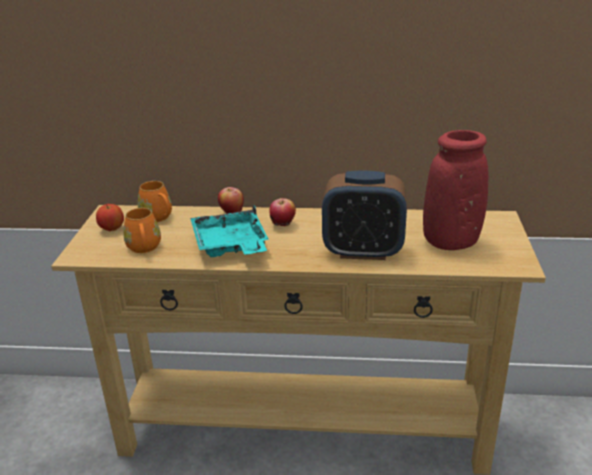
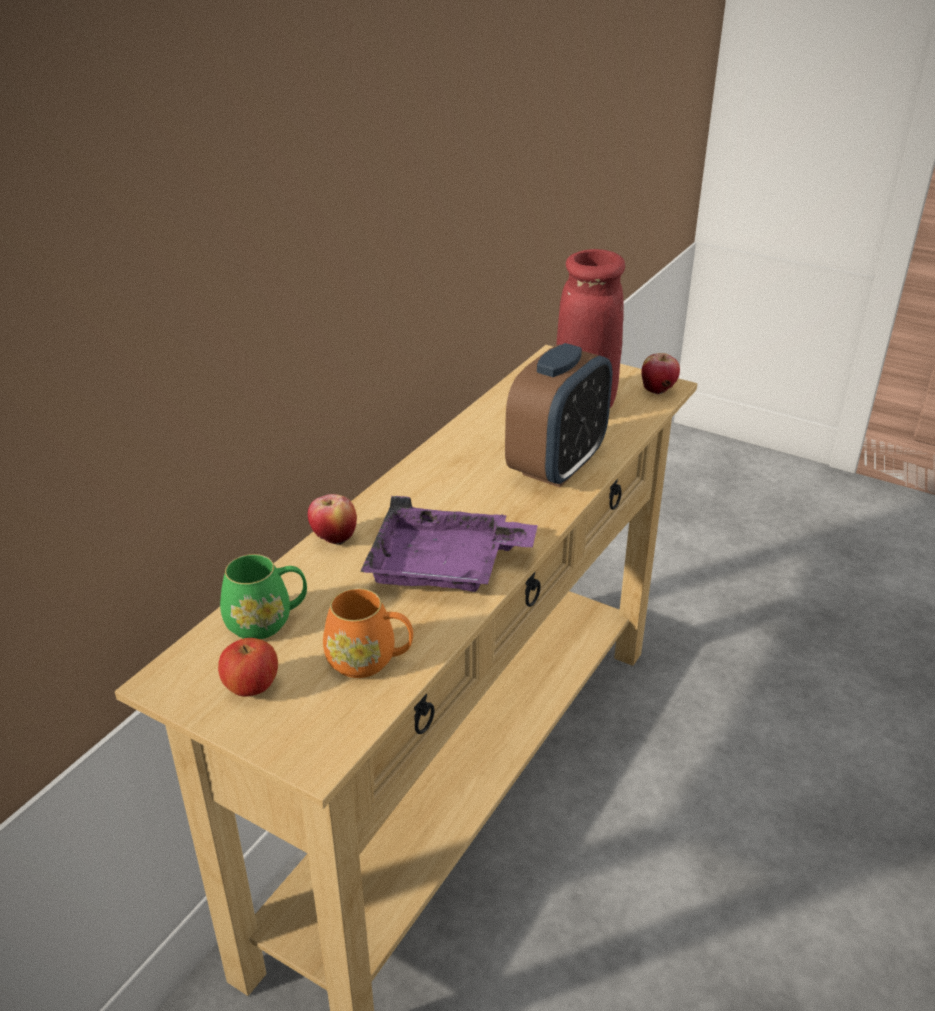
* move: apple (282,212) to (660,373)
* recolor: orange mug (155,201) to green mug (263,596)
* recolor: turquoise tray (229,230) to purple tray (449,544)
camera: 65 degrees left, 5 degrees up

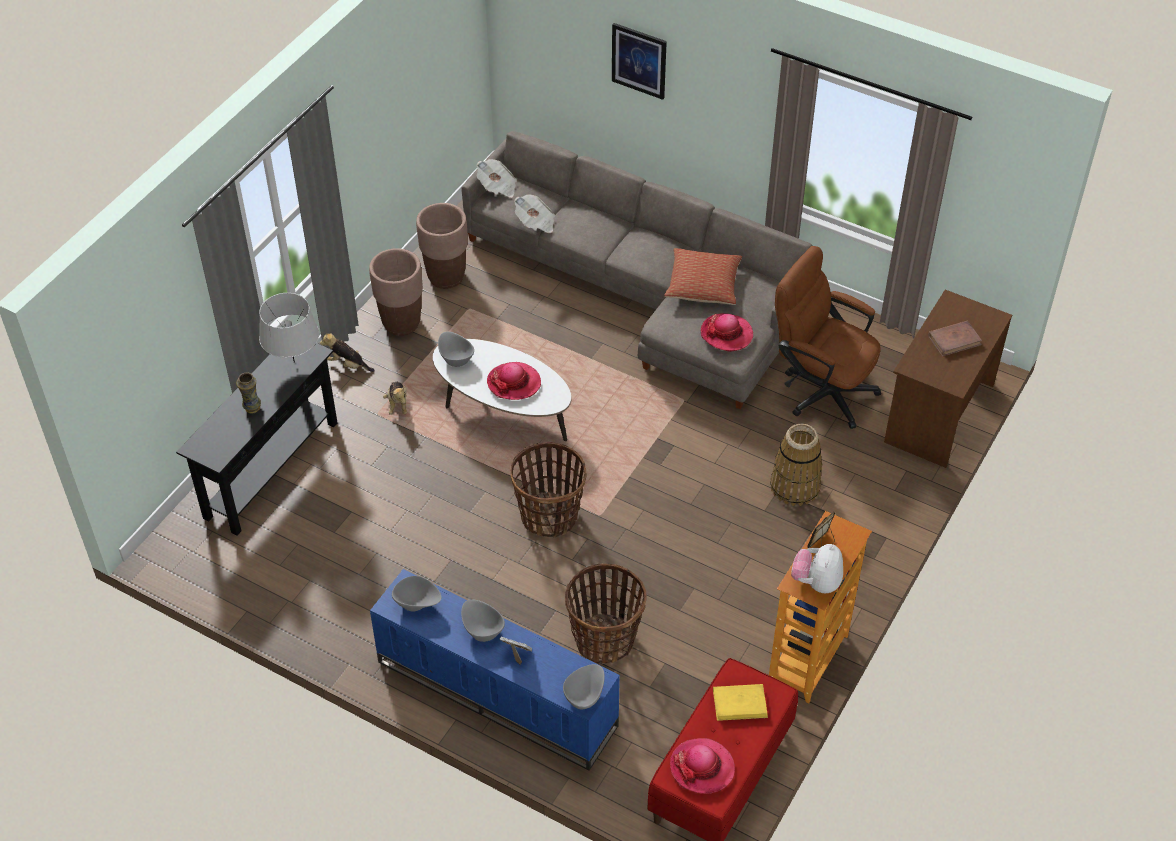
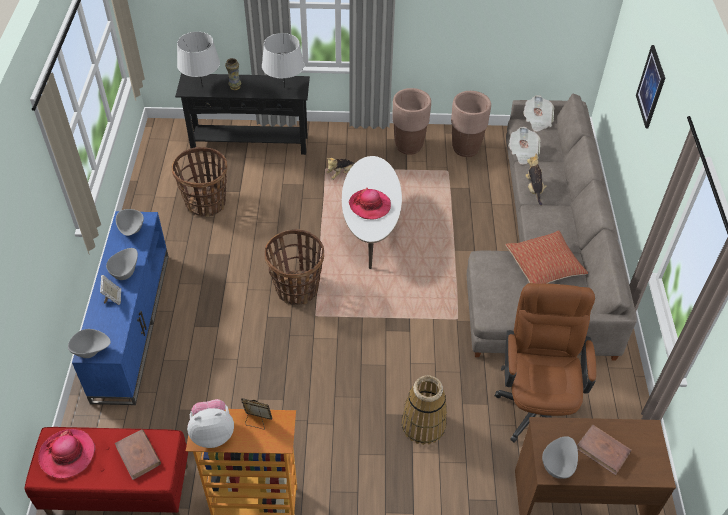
* delete: hat (727,332)
* insert: grey table lamp (198,59)
* move: plush toy (347,352) to (536,180)
* move: grey bowl (456,349) to (560,457)
* move: basket (606,613) to (199,182)
* recolor: yellow book (740,702) to brown book (138,454)
camera: 60 degrees right, 0 degrees up

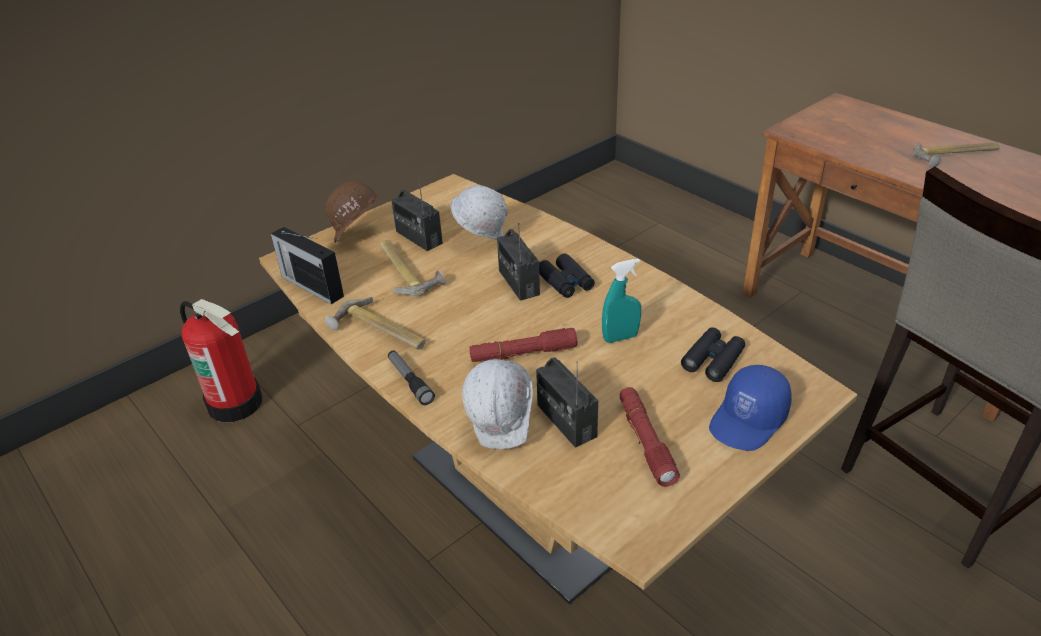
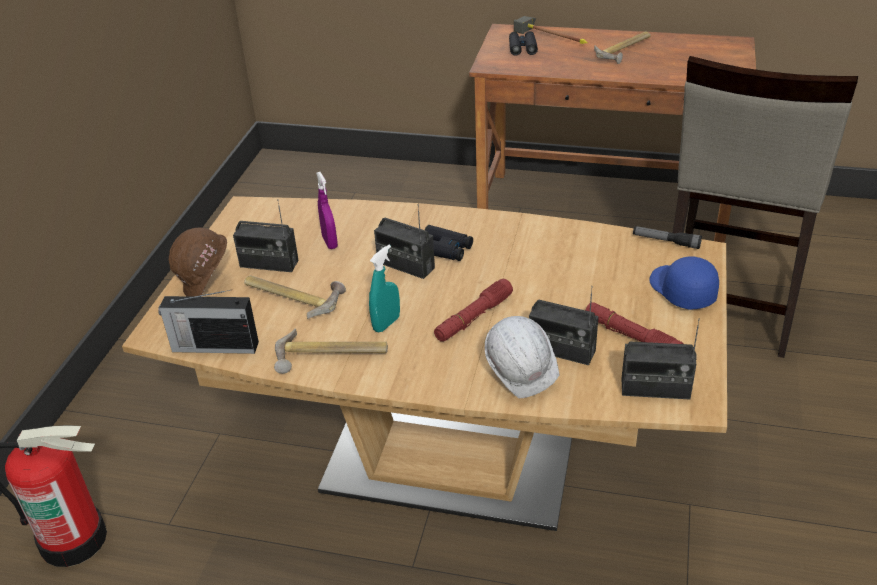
* insert: hammer (551,30)
* insert: radio (660,359)
* move: flashlight (411,378) to (667,237)
* move: turquoise spray bottle (621,301) to (384,289)
* move: black binoculars (713,354) to (523,43)
* replace: white hard hat (479,212) to purple spray bottle (327,210)
* rotate: blue cap (750,408) = (684,283) 150 degrees clockwise
camera: 35 degrees left, 0 degrees up

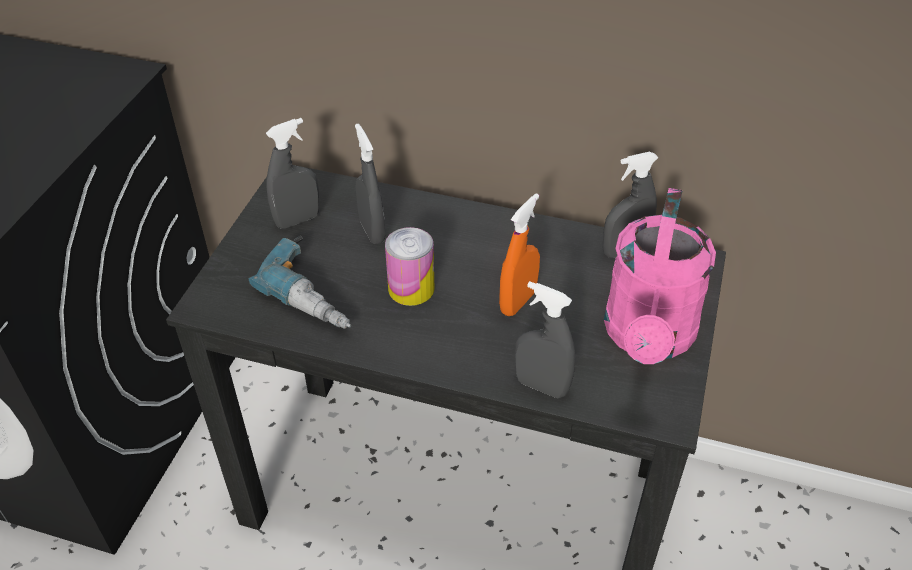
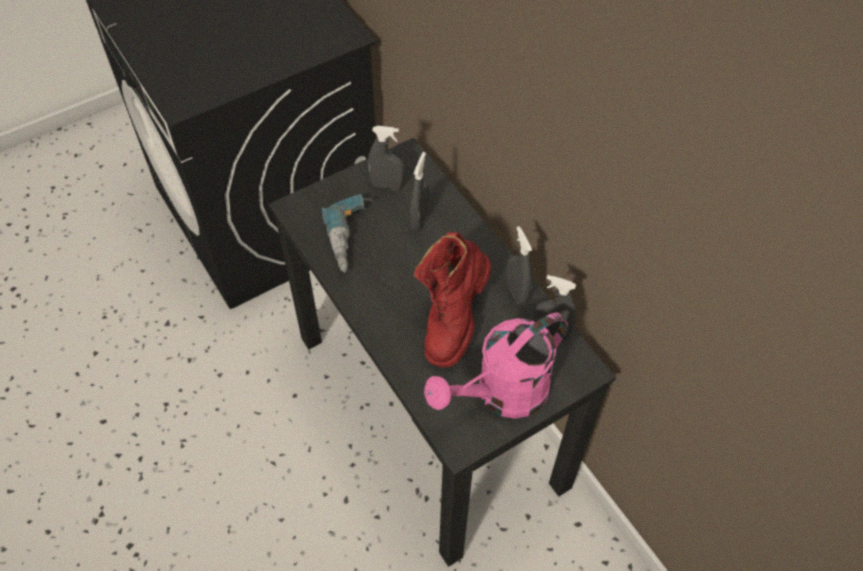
* delete: can (410,266)
* move: grey spray bottle (545,339) to (519,265)
* replace: orange spray bottle (519,254) to red boot (452,300)
camera: 40 degrees right, 10 degrees up

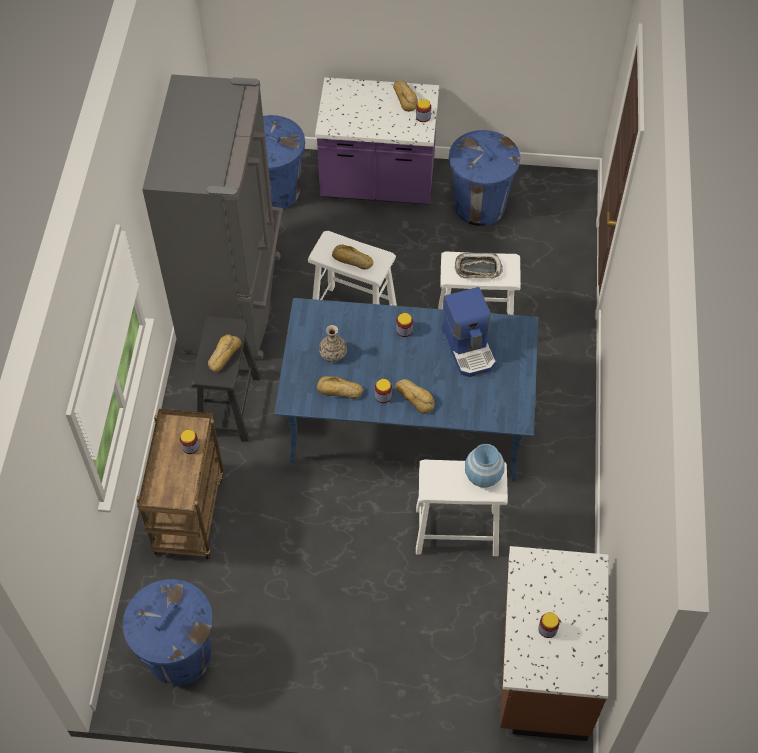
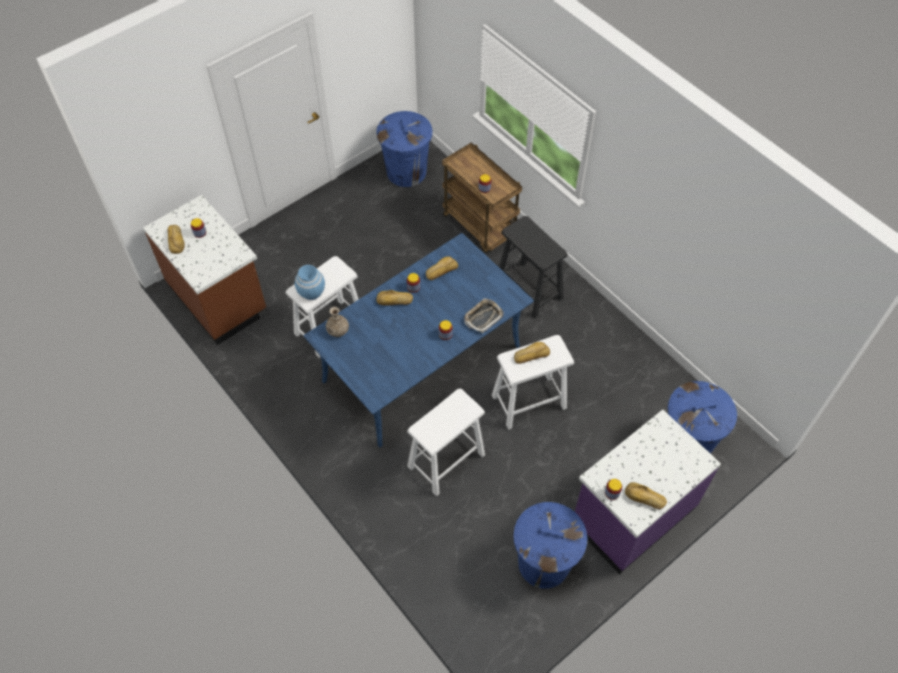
* delete: grey fridge (212,217)
* delete: coffee machine (469,332)
* move: bread (225,353) to (176,239)
* move: vase (333,343) to (337,322)
* move: tray (479,266) to (484,315)
camera: 135 degrees right, 0 degrees up

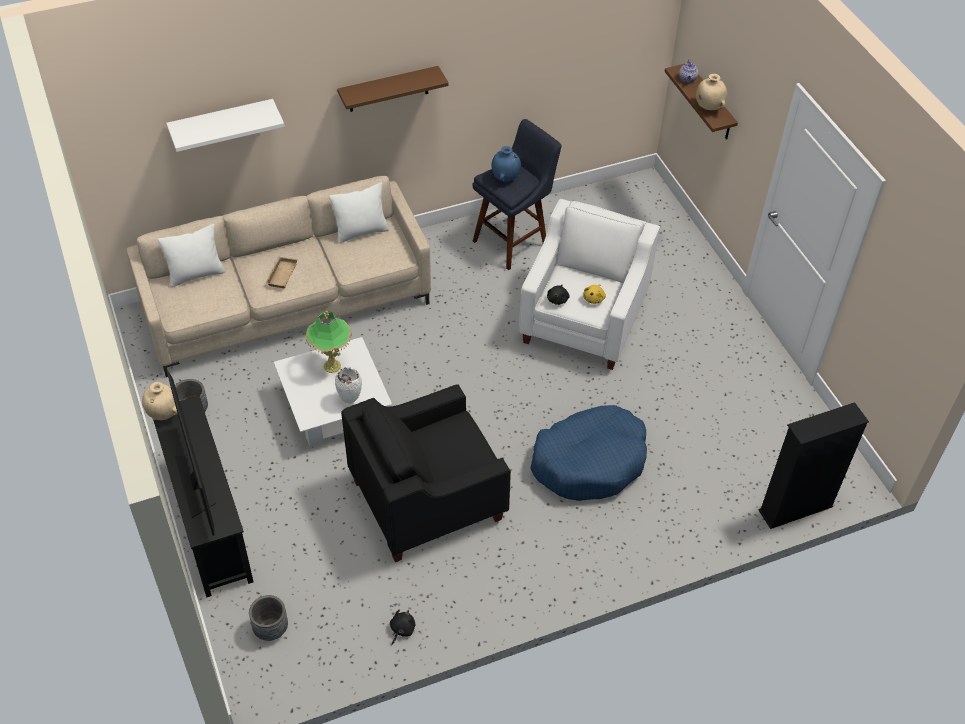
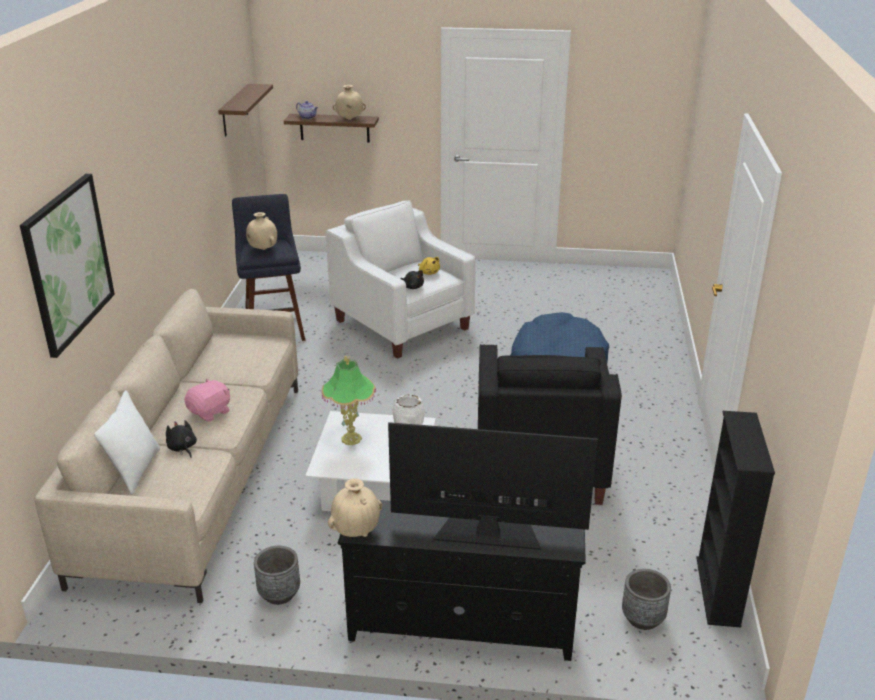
* delete: white pillow (359,213)
* move: brown shelf (393,89) to (245,110)
* move: black plush toy (403,627) to (181,439)
* move: black bookcase (813,465) to (735,519)
* replace: white shelf (225,125) to picture (67,266)
* replace: beige tray (282,272) to pink plush toy (207,400)
* recolor: blue vase (506,164) to beige vase (261,231)
camera: 60 degrees left, 20 degrees down

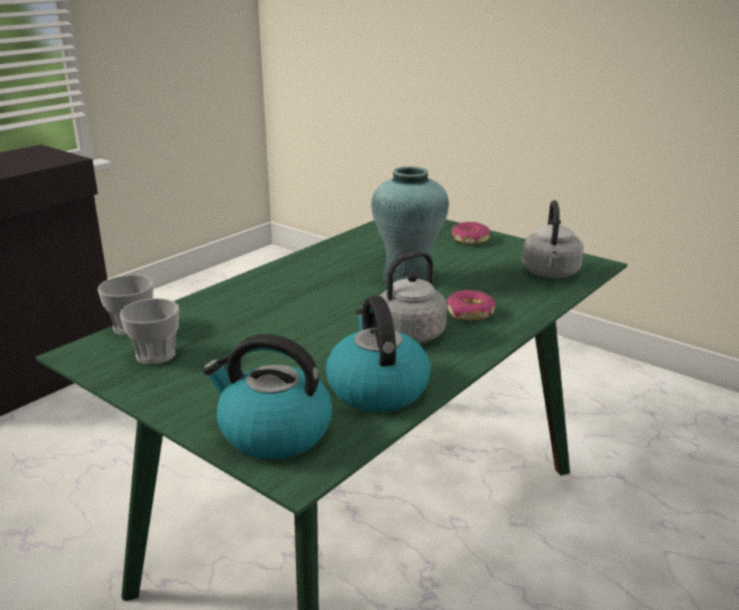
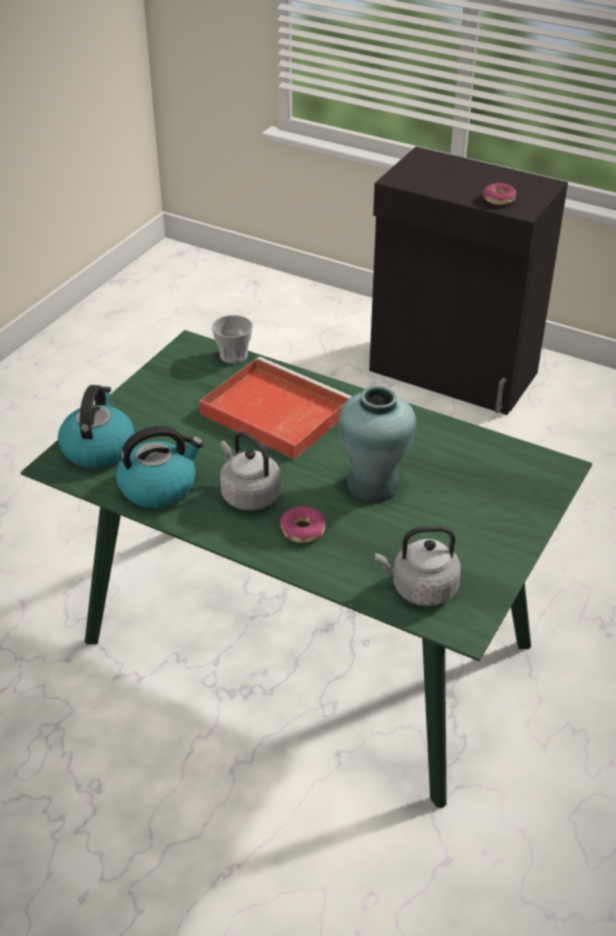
* delete: cup (149,331)
* insert: red tray (276,408)
* move: donut (471,233) to (499,194)
camera: 80 degrees right, 15 degrees up

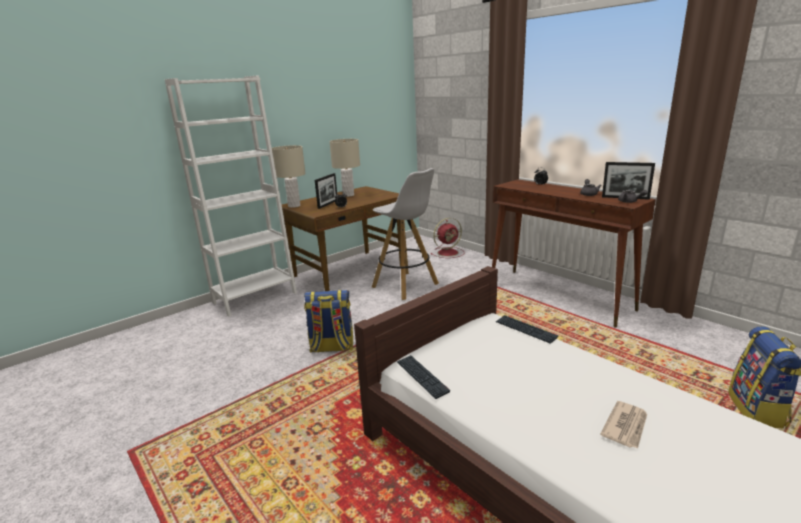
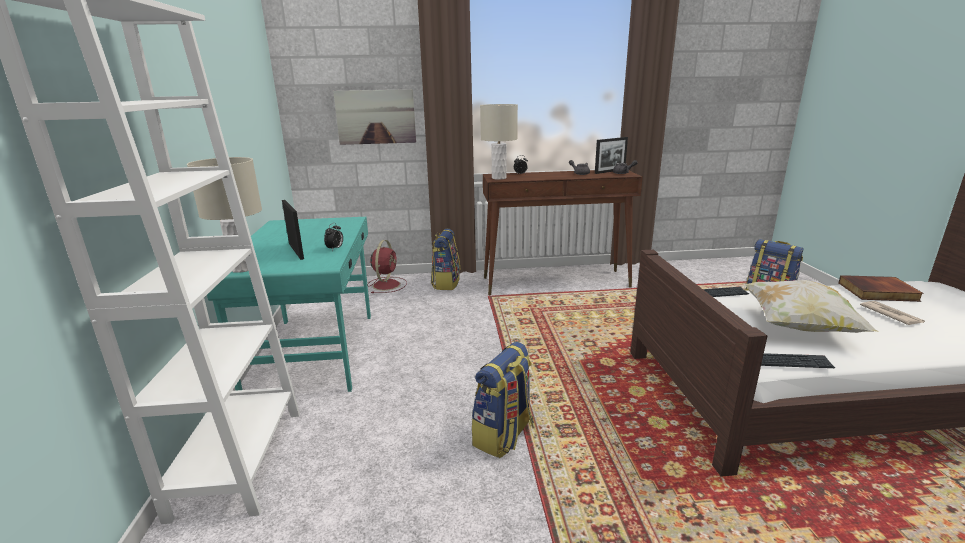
* delete: white stool (405,234)
* insert: picture (374,117)
* insert: backpack (445,259)
* insert: pillow (811,306)
* insert: book (881,288)
* move: beige table lamp (344,168) to (499,142)
* recolor: brown desk (341,238) to turquoise desk (289,304)
camera: 55 degrees left, 0 degrees up

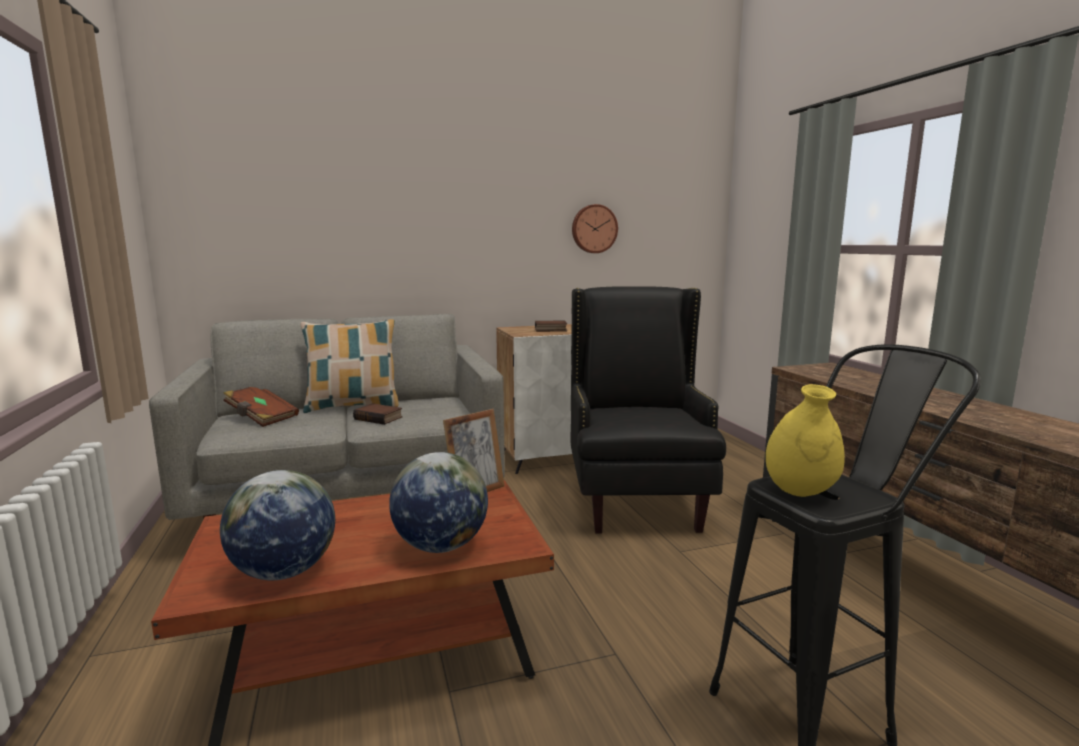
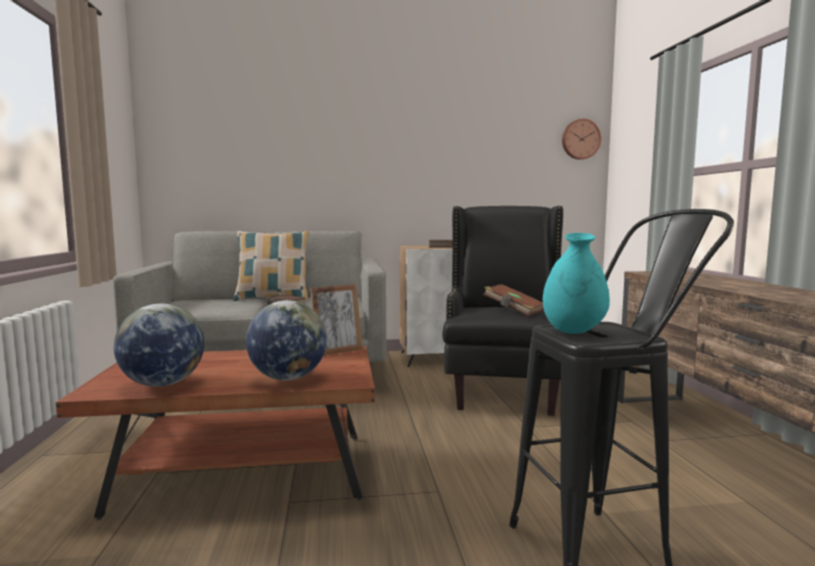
* move: brown book (261,407) to (513,300)
* move: wall clock (595,228) to (581,139)
* recolor: yellow vase (805,440) to turquoise vase (576,283)
camera: 10 degrees right, 5 degrees down

